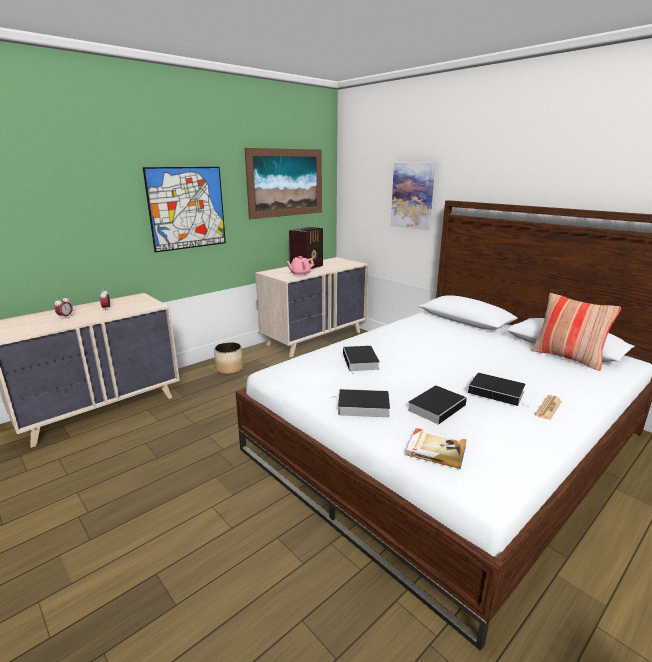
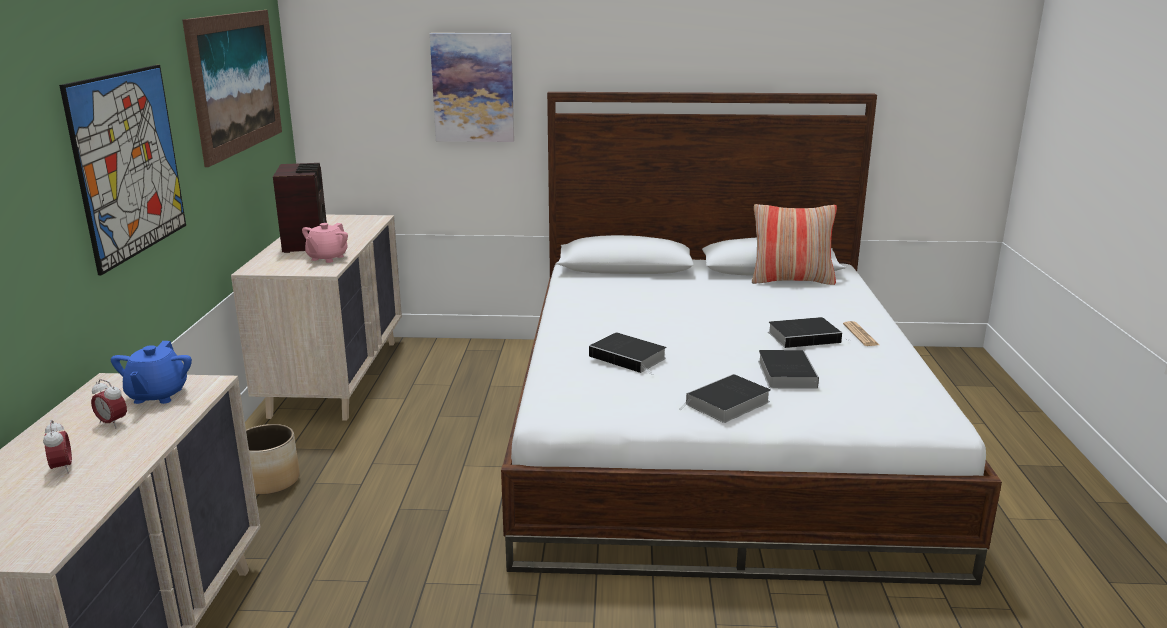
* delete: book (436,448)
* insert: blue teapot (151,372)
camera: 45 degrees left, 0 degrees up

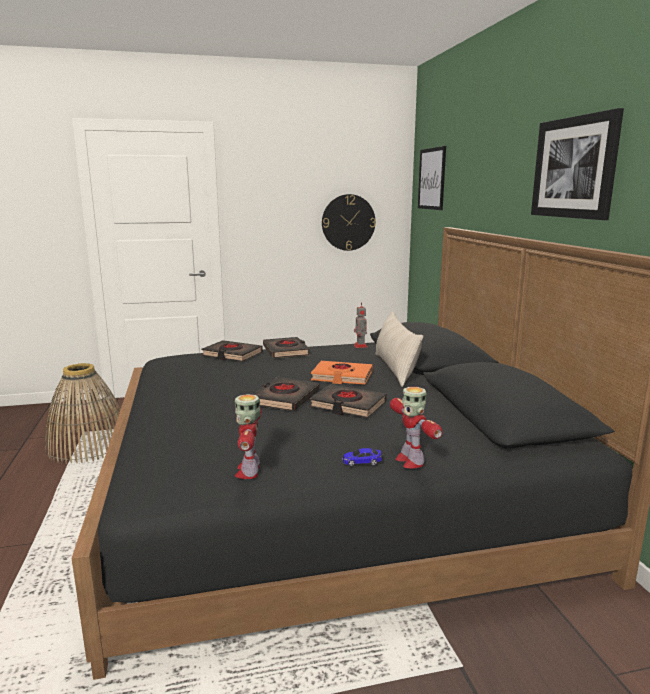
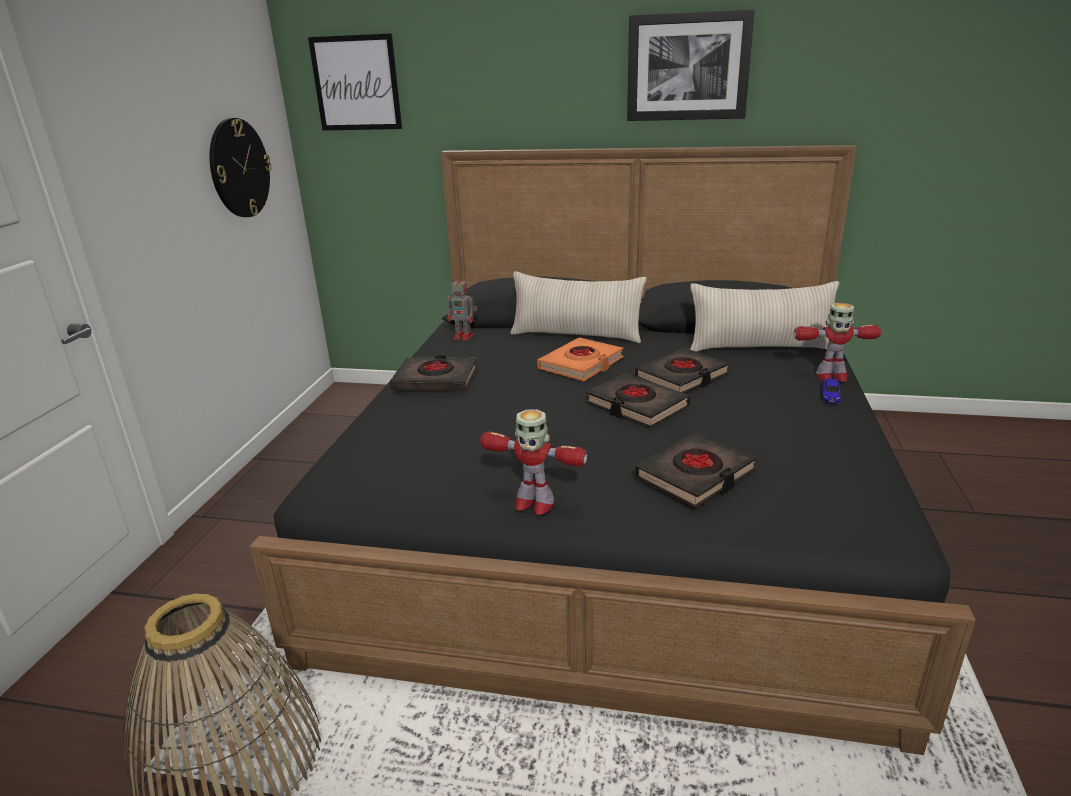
* insert: beige pillow (764,316)
* move: black book (232,351) to (695,470)
* move: toy robot (248,436) to (533,462)
camera: 65 degrees left, 10 degrees up

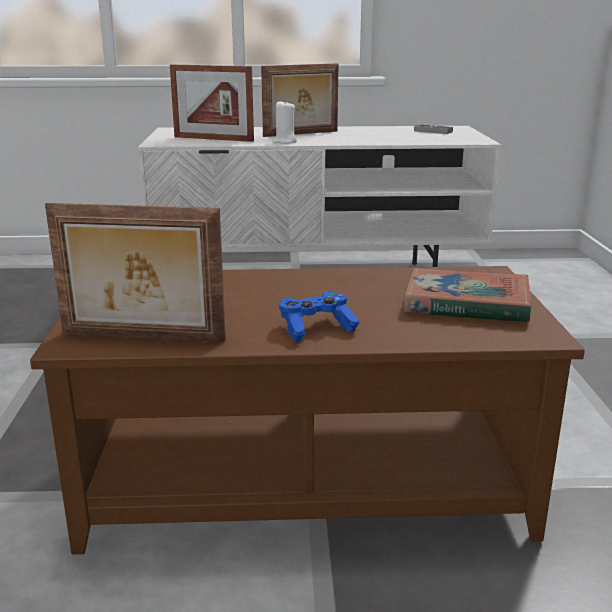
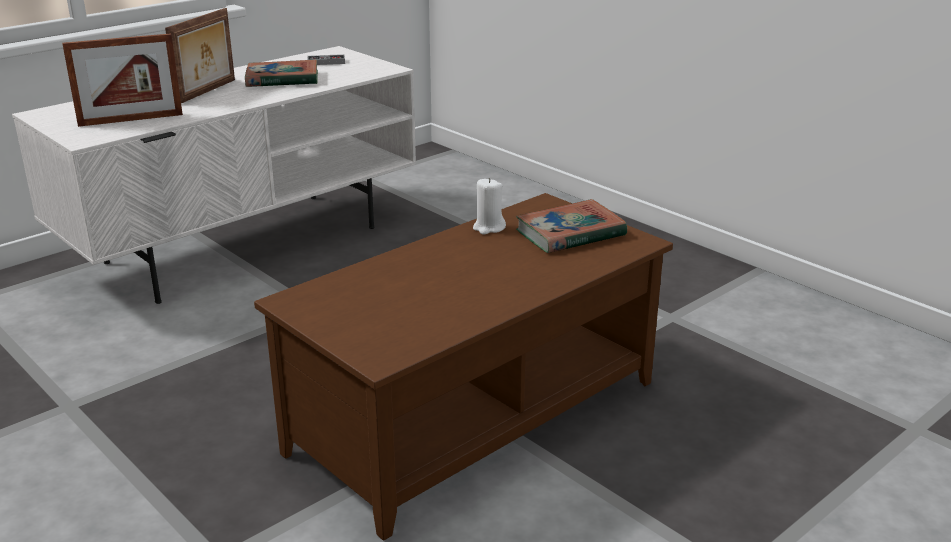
* delete: picture frame (135,272)
* delete: blue game controller (319,316)
* insert: book (281,73)
* move: white candle (285,122) to (489,206)
camera: 40 degrees left, 5 degrees up

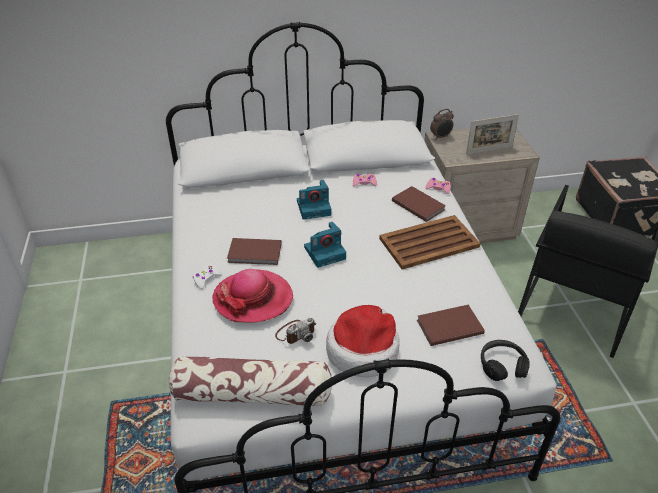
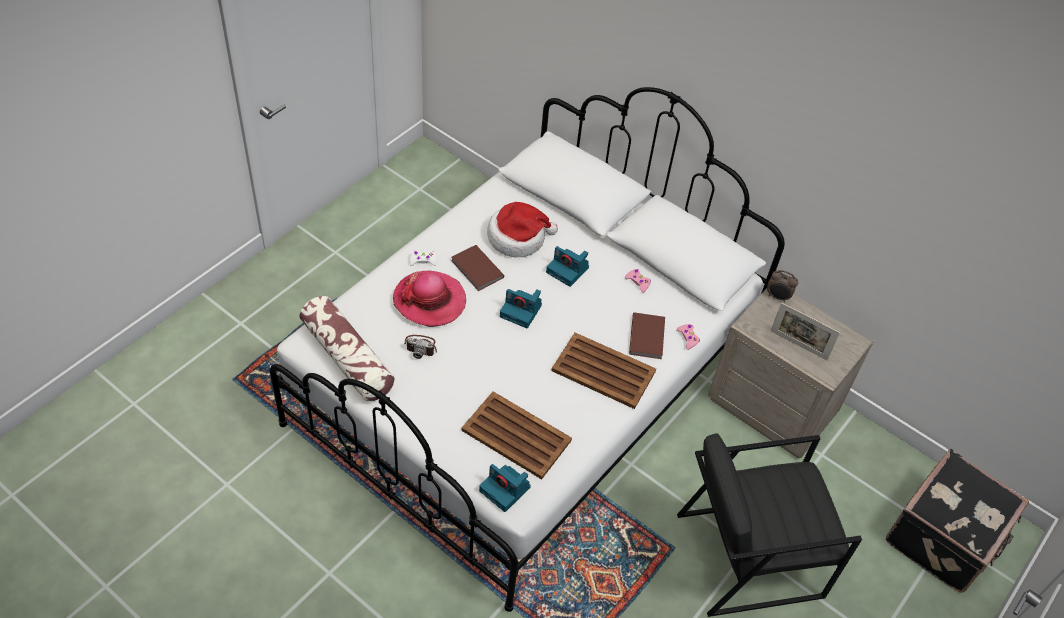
* move: hat (363,341) to (522,230)
* replace: brown book (450,325) to brown tray (517,435)
* replace: black headphones (505,360) to photo camera (505,488)
camera: 45 degrees right, 10 degrees up

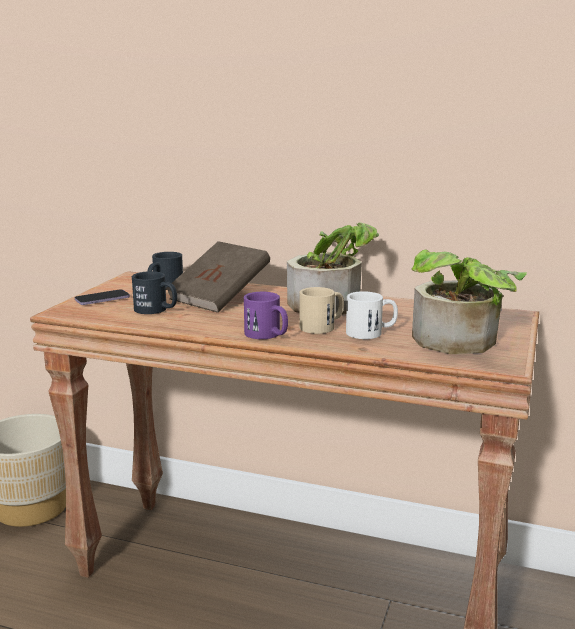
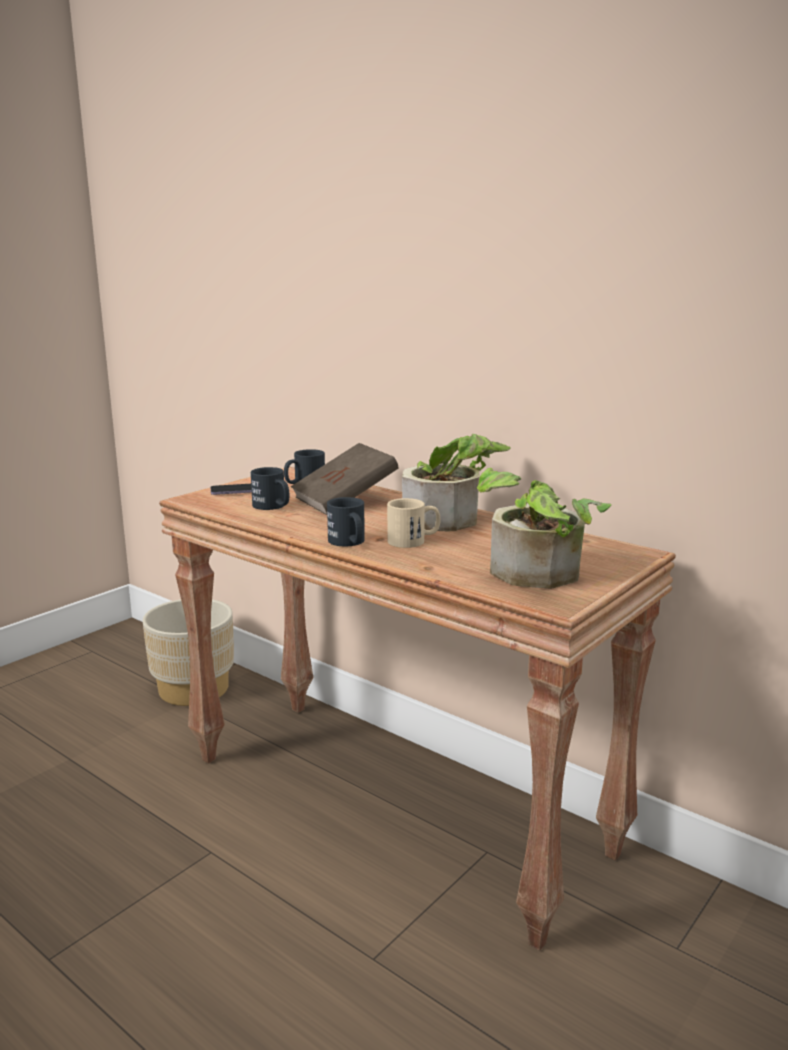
* delete: white mug (372,315)
* recolor: purple mug (266,315) to black mug (346,521)
camera: 20 degrees right, 0 degrees up

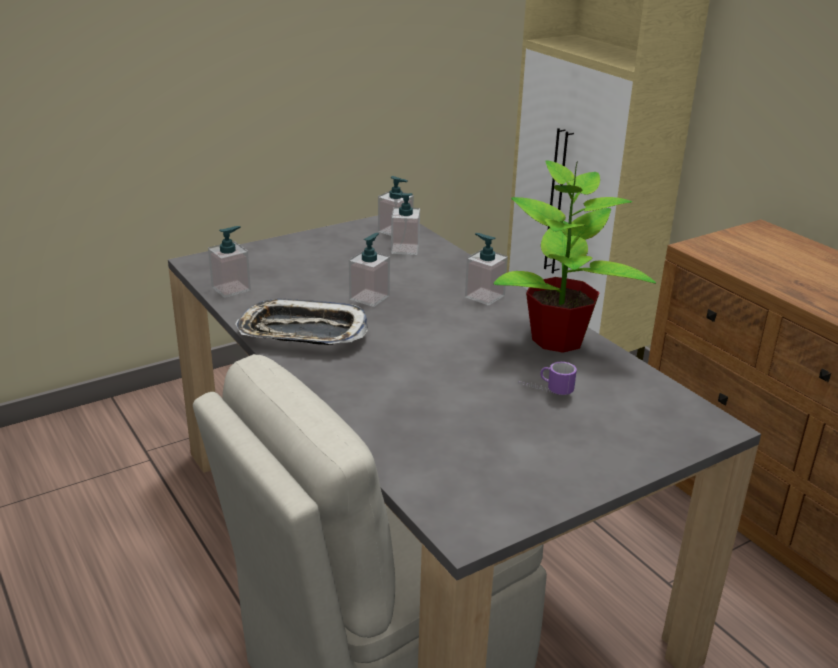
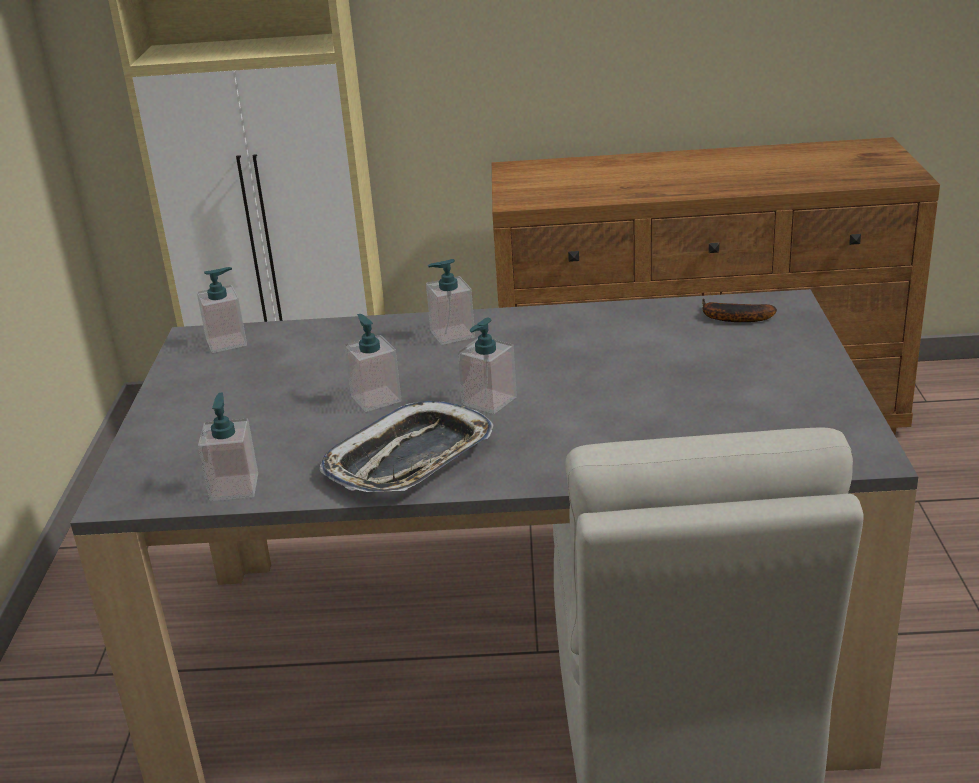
* delete: potted plant (574,256)
* delete: mug (547,378)
* insert: banana (739,310)
* move: soap dispenser (405,224) to (487,366)
camera: 55 degrees left, 0 degrees up

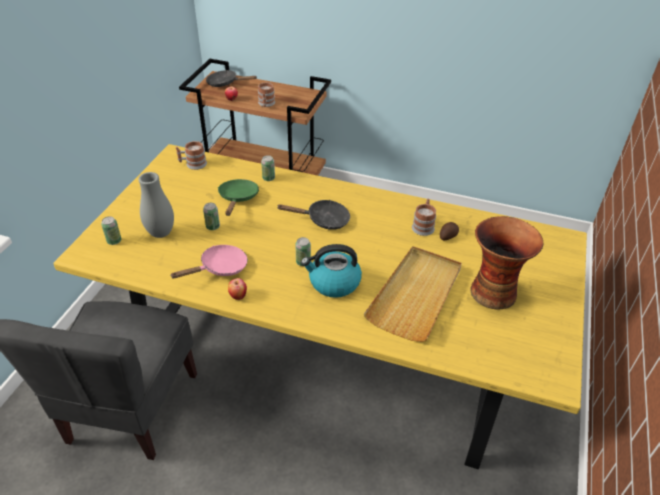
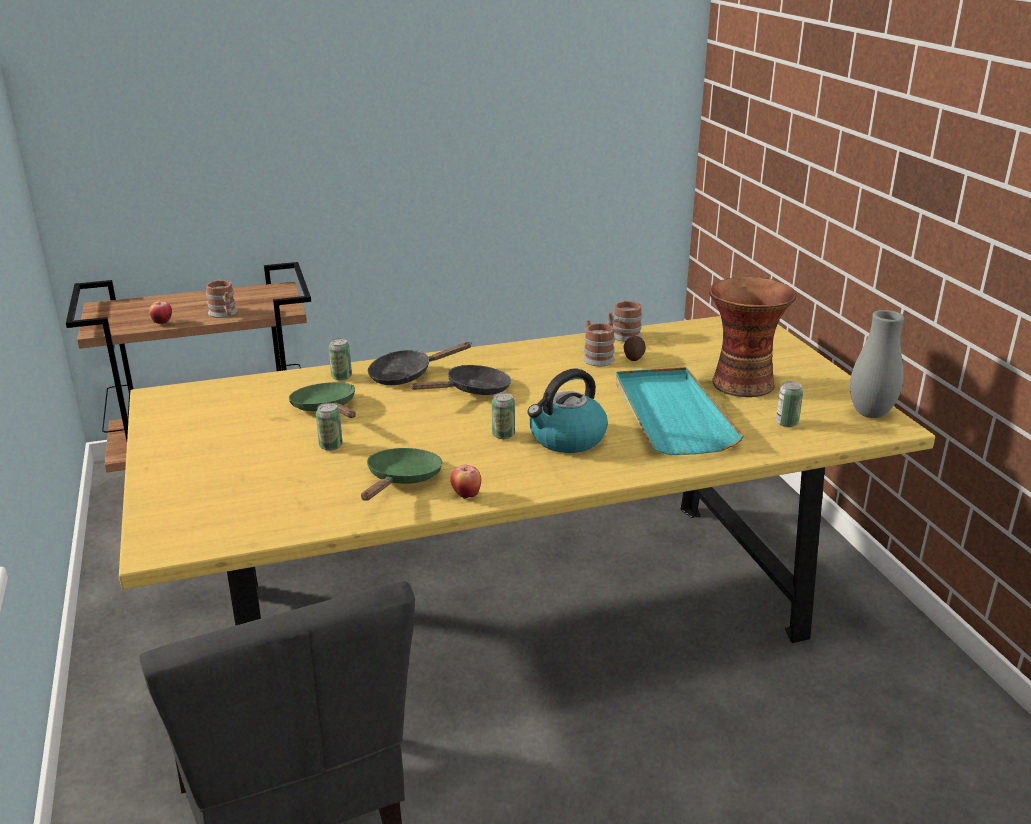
* move: can (111,230) to (789,404)
* move: grey vase (156,205) to (877,364)
* move: mug (191,155) to (625,321)
* move: black frying pan (231,78) to (419,363)
* recolor: pink frying pan (209,262) to green frying pan (401,474)
* recolor: beige tray (413,294) to turquoise tray (680,411)
camera: 35 degrees left, 15 degrees down

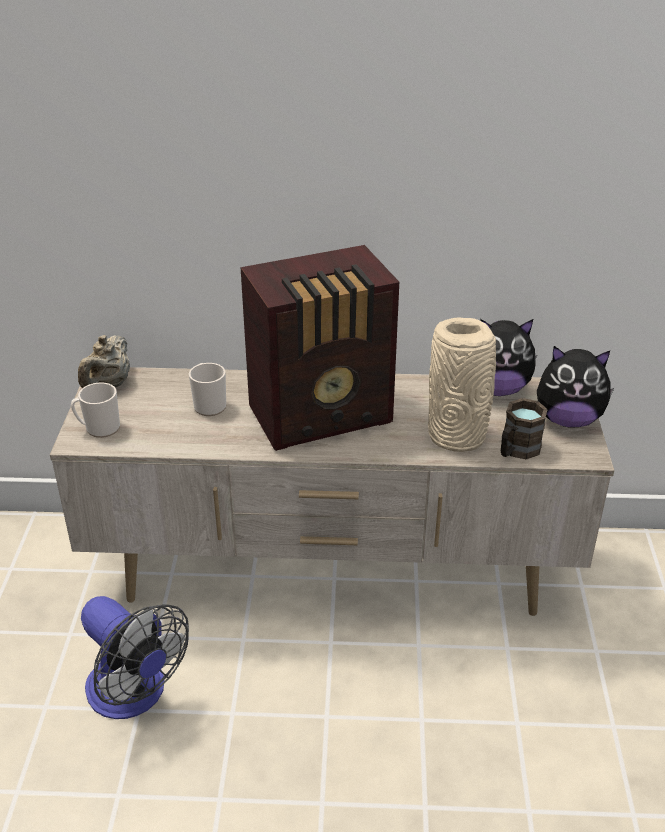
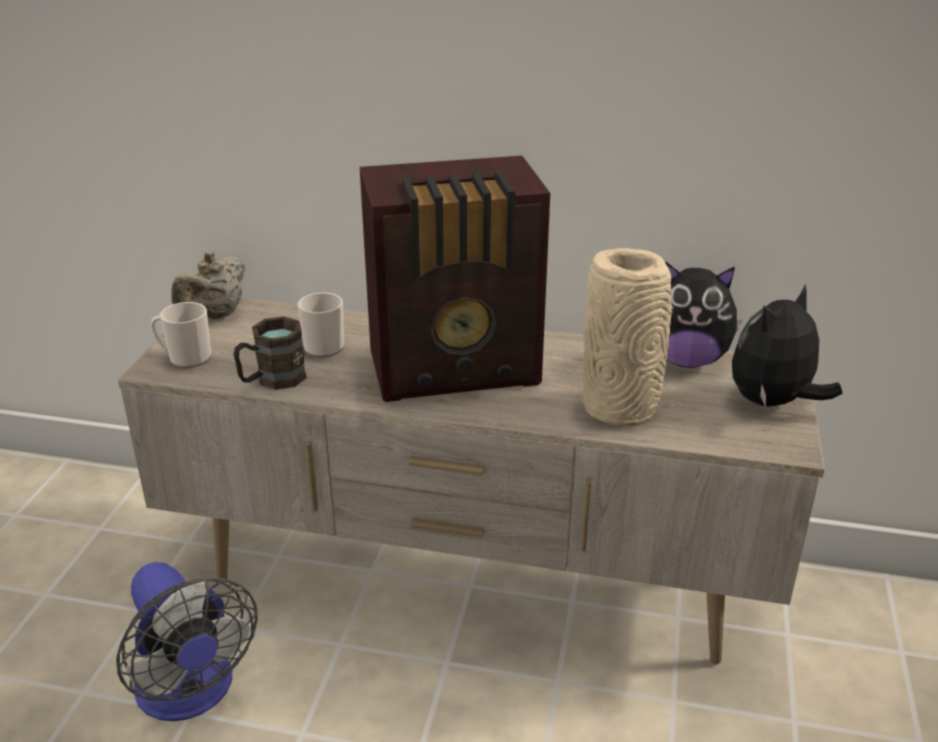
* move: brown mug (524,428) to (270,353)
* rotate: plush toy (575,386) = (787,345) 120 degrees clockwise
camera: 10 degrees right, 5 degrees down

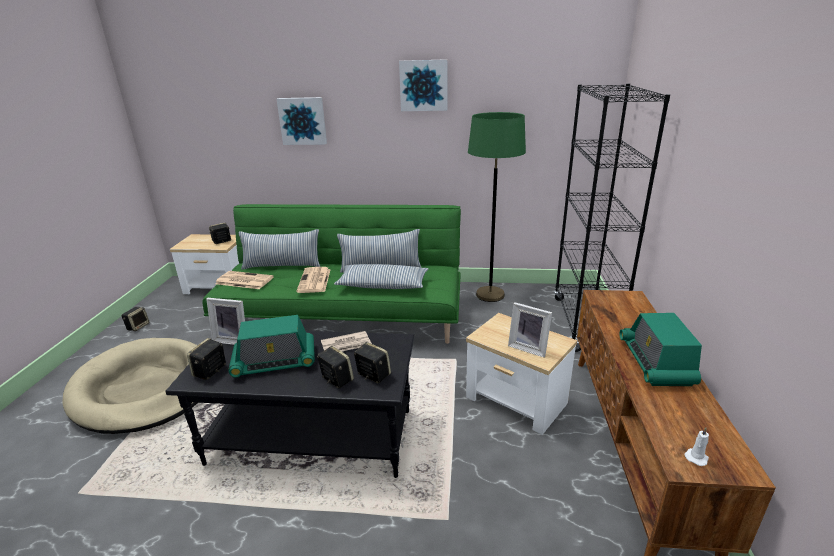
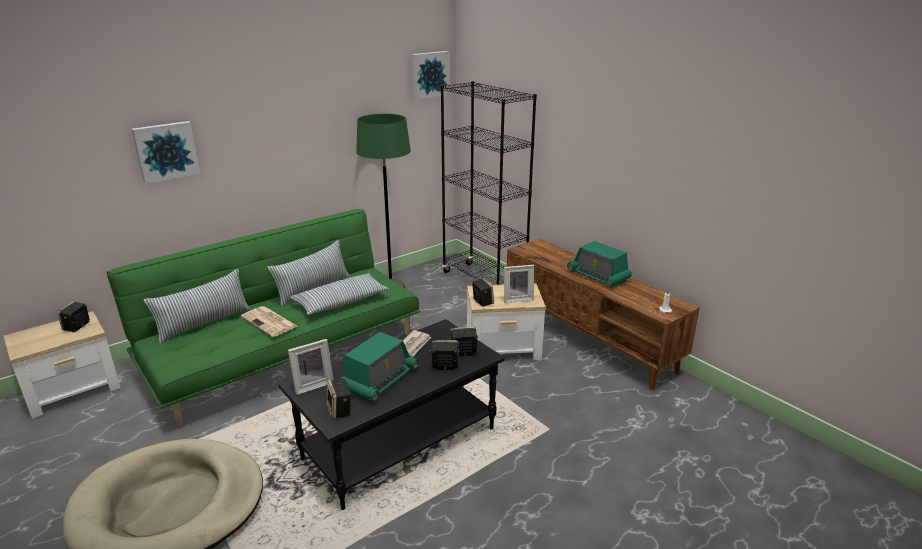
* delete: newspaper (244,280)
* move: speaker (135,319) to (483,292)
* move: picture (423,85) to (430,75)
camera: 45 degrees left, 0 degrees up

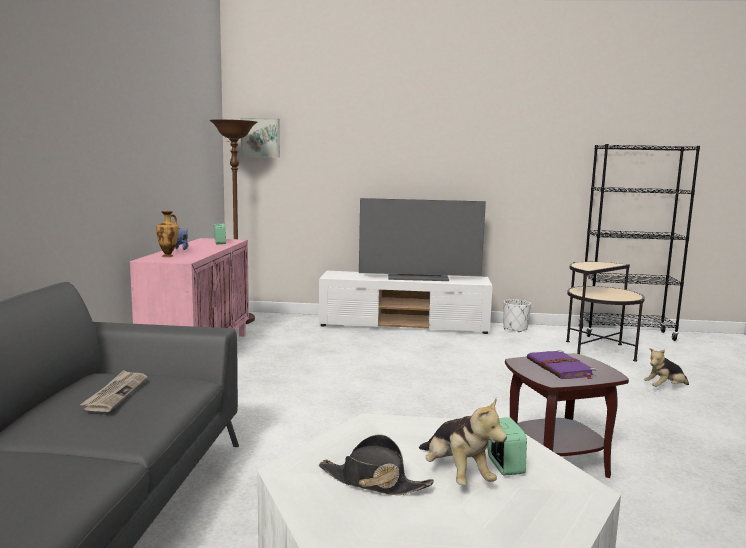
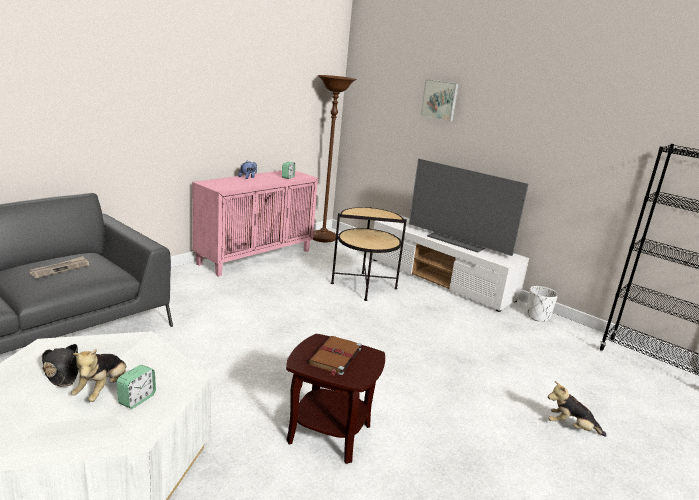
* delete: vase (167,234)
* move: picture (260,138) to (439,100)
* move: side table (605,312) to (369,254)
* recolor: purple book (561,365) to brown book (335,356)
camera: 35 degrees right, 10 degrees up

